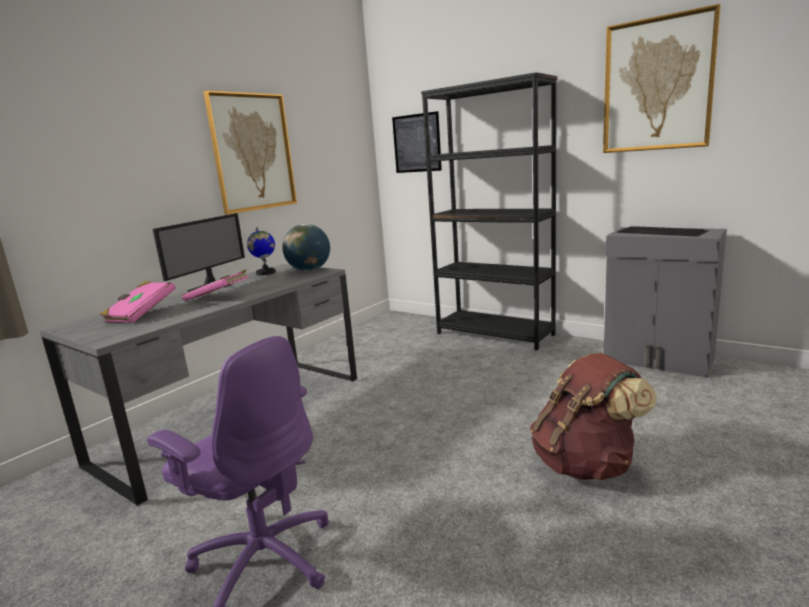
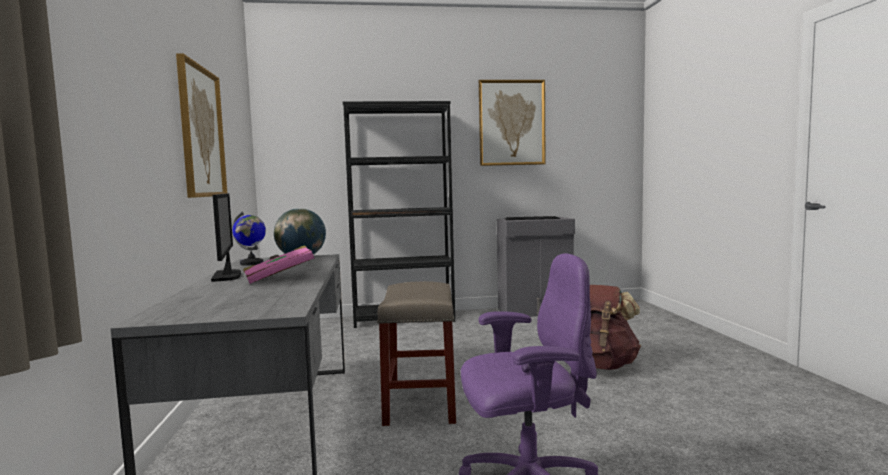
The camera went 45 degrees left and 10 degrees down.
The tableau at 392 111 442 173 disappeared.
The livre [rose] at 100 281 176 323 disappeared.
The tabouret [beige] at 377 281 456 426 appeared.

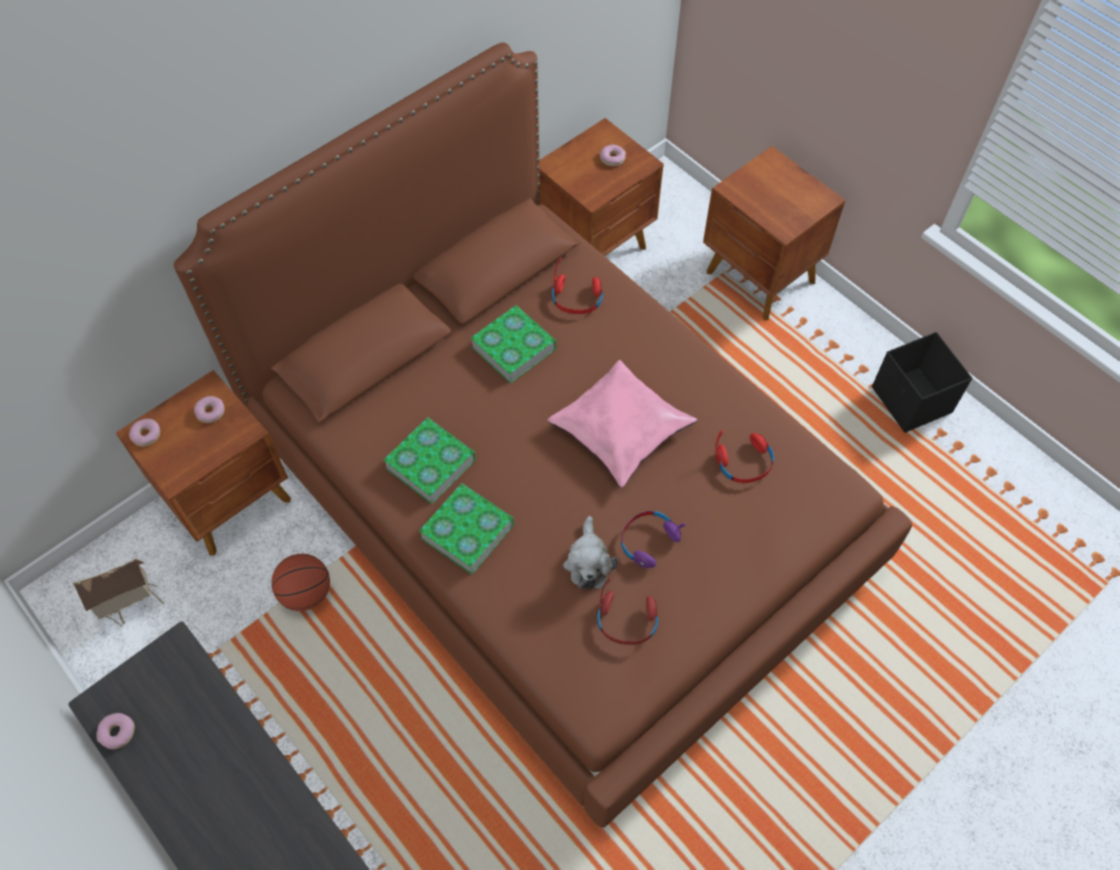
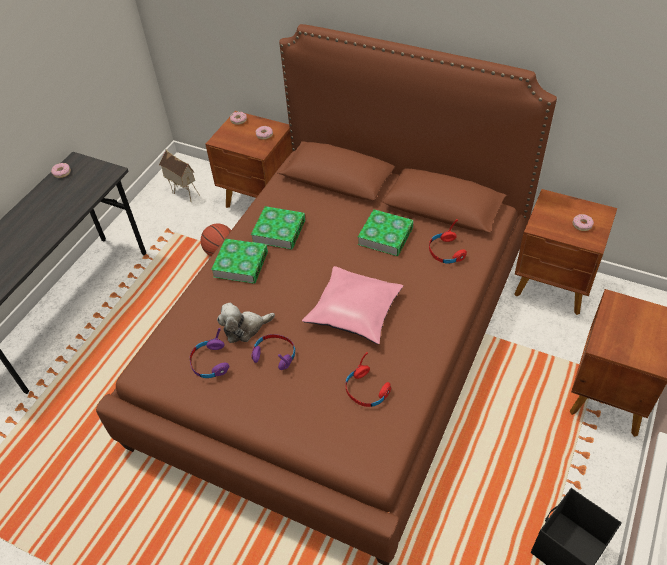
The camera went 70 degrees right and 10 degrees down.
The casque audio [rouge] at 597 578 658 645 became the casque audio [violet] at 190 328 229 378.

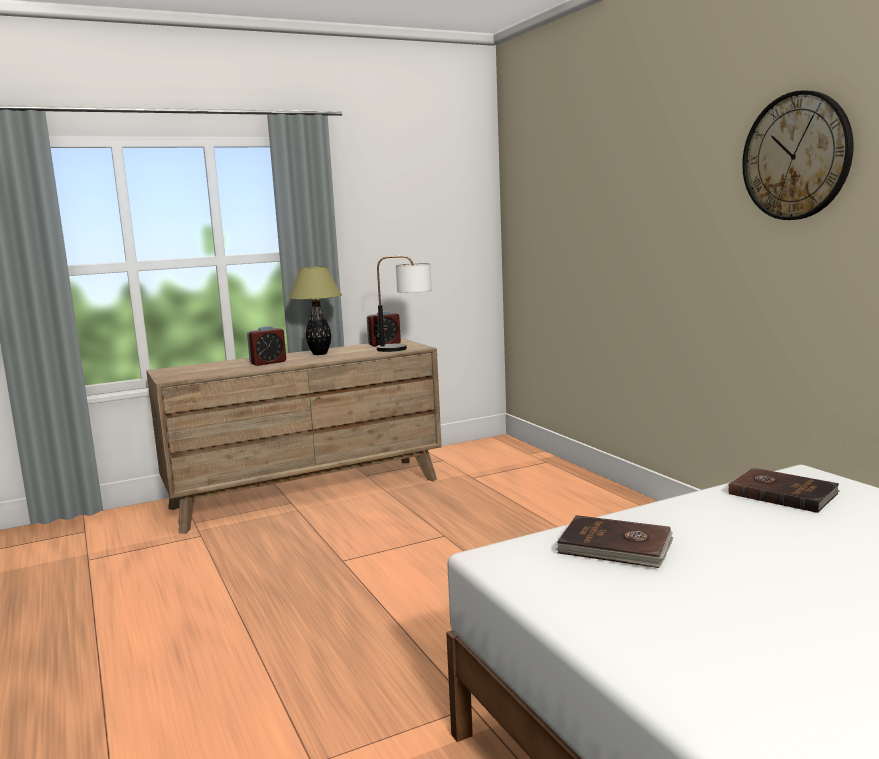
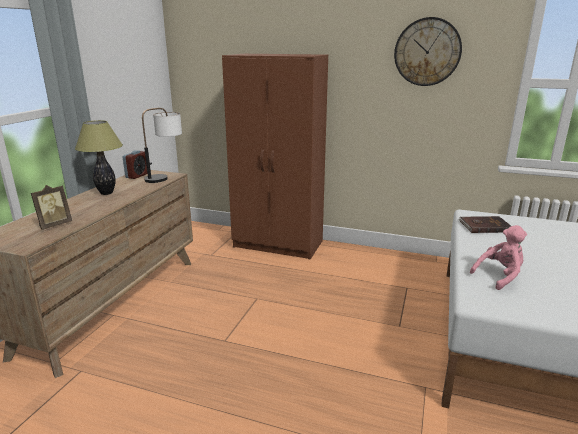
The camera went 45 degrees left and 10 degrees up.
The réveil at 247 326 286 366 disappeared.
The livre [marron] at 556 515 673 568 was replaced by the peluche [rose] at 470 225 527 290.
The armoire [marron] at 222 54 328 260 appeared.
The cadre photo at 31 185 72 230 appeared.

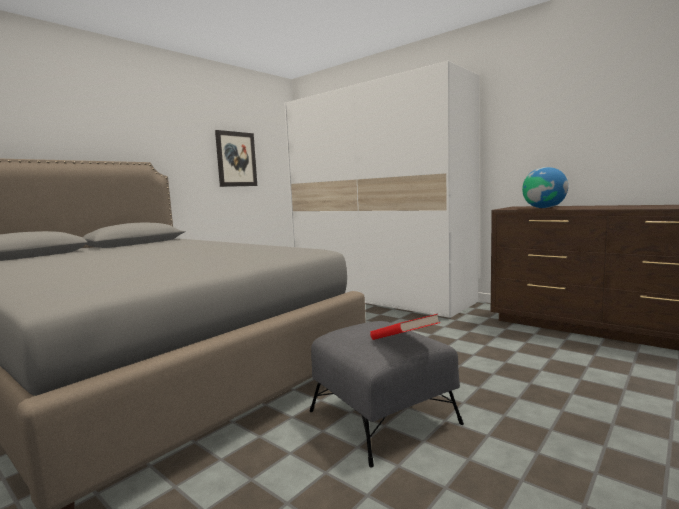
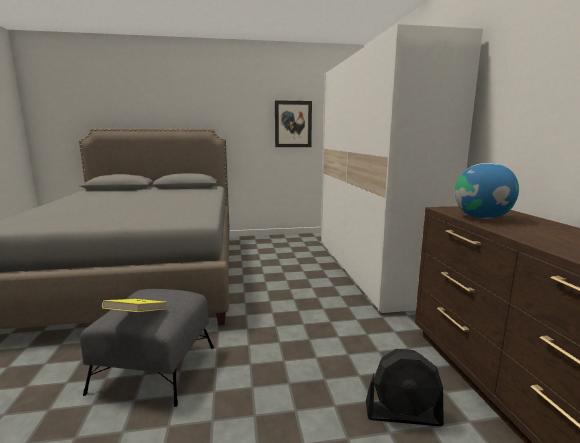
The camera went 40 degrees right and 5 degrees up.
The livre [rouge] at 370 314 440 340 became the livre [jaune] at 102 299 166 312.
The ventilateur [noir] at 366 349 444 426 appeared.

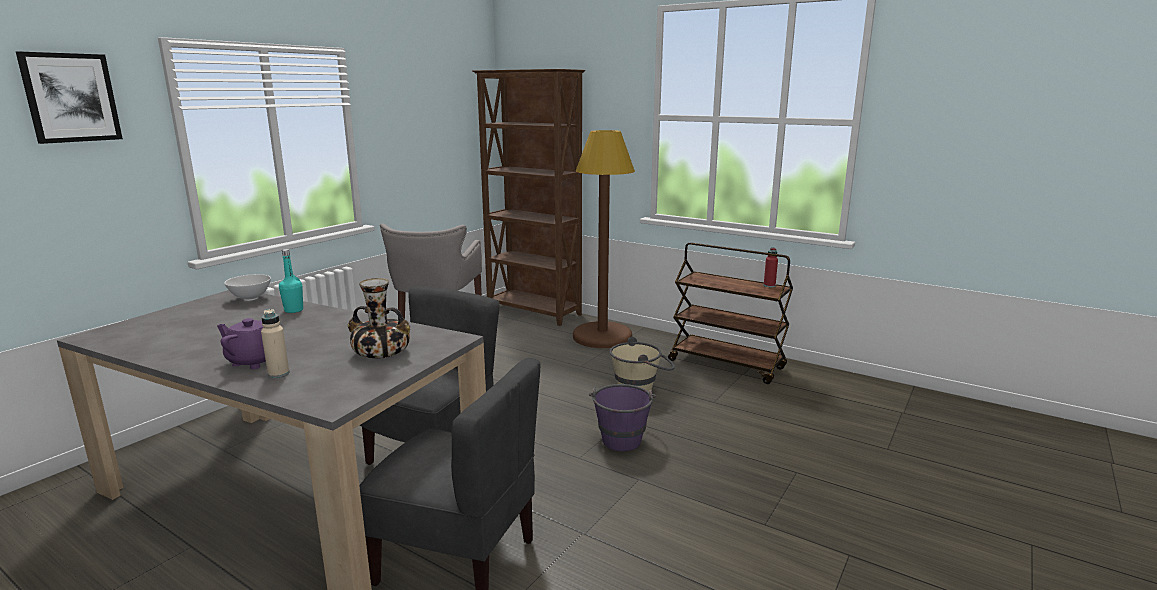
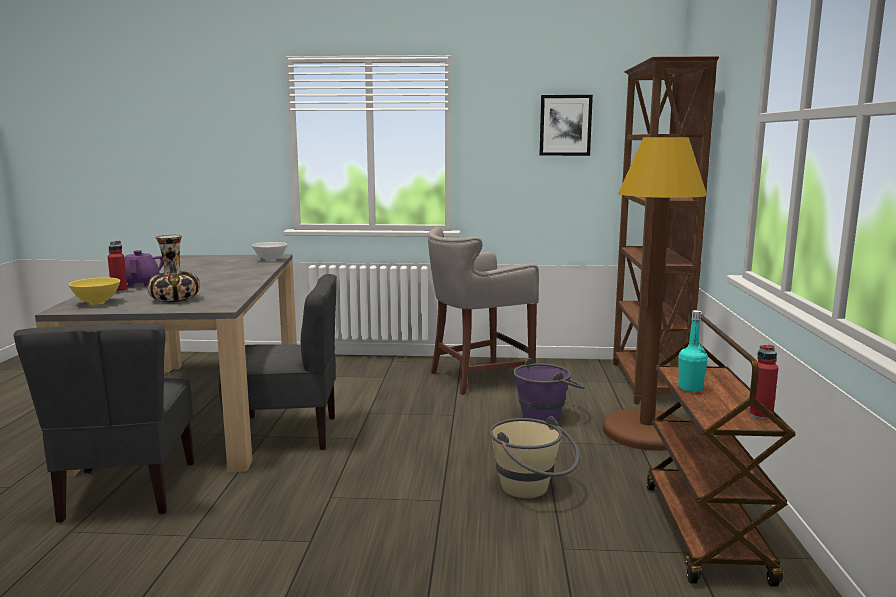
The camera went 60 degrees right and 5 degrees down.
The tableau moved from 16 51 123 144 to 539 95 593 156.
The bouteille [turquoise] moved from 279 249 303 313 to 678 310 708 392.
The bouteille [beige] at 261 309 289 378 became the bouteille [rouge] at 108 241 128 293.
The seau [violet] moved from 589 384 656 451 to 513 358 585 421.
The bol [jaune] at 68 278 120 305 appeared.

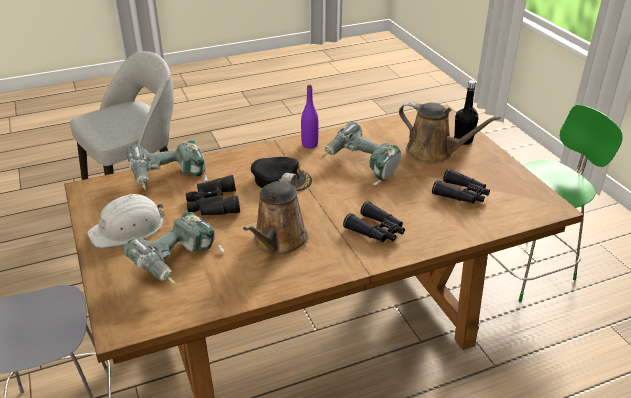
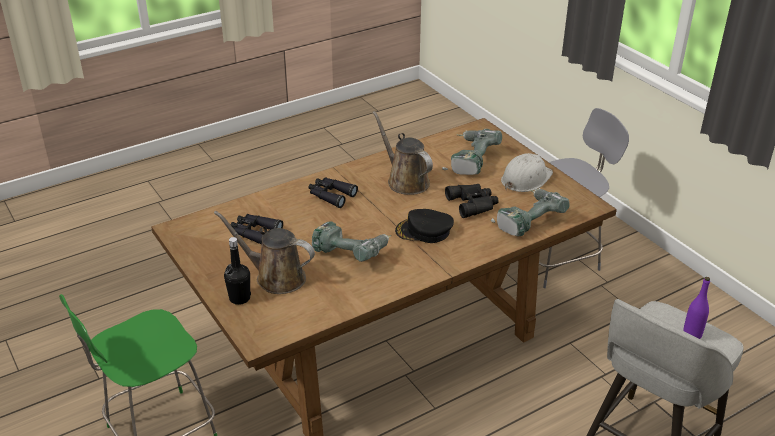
The camera went 170 degrees right and 0 degrees up.
The bouteille [violet] moved from 301 85 319 149 to 683 277 710 339.
The arrosoir [marron] at 243 173 308 255 turned 45 degrees counterclockwise.

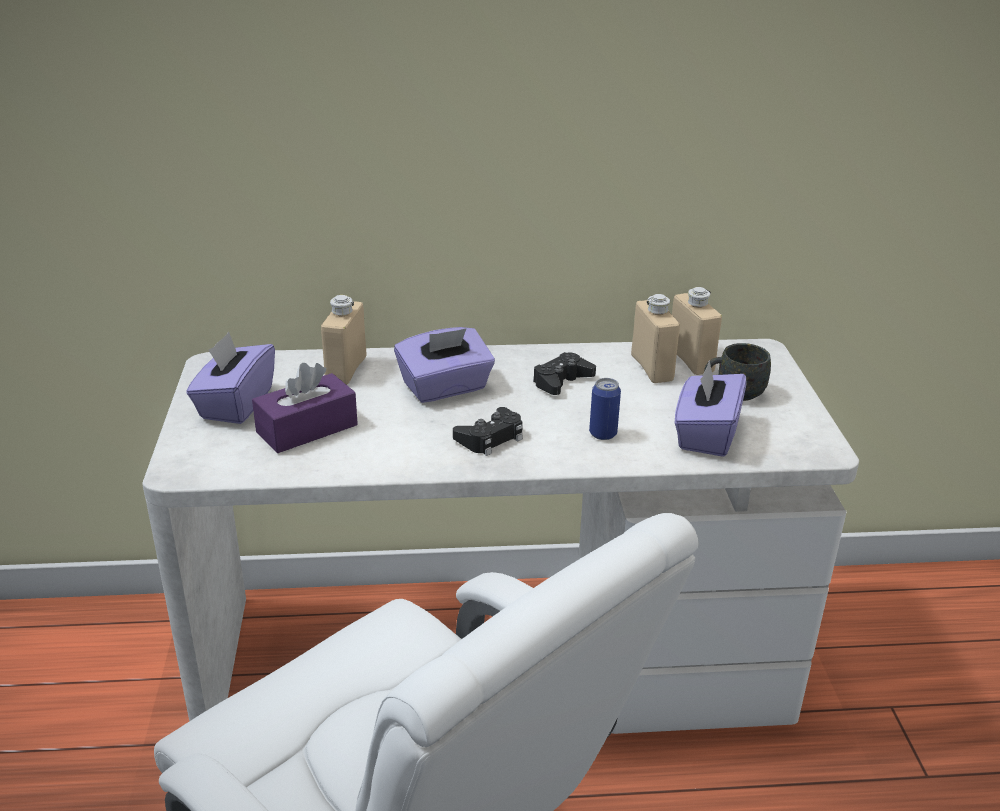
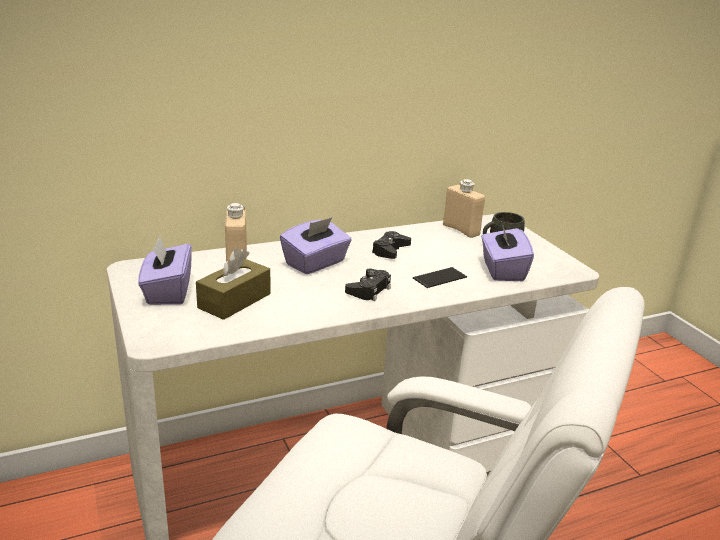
The camera went 20 degrees left and 5 degrees down.
The bouteille [beige] at 631 294 680 383 disappeared.
The boîte à mouchoirs [violet] at 252 363 358 453 became the boîte à mouchoirs [marron] at 196 248 270 320.
The boîte métallique at 589 378 621 440 was replaced by the téléphone at 413 267 467 288.

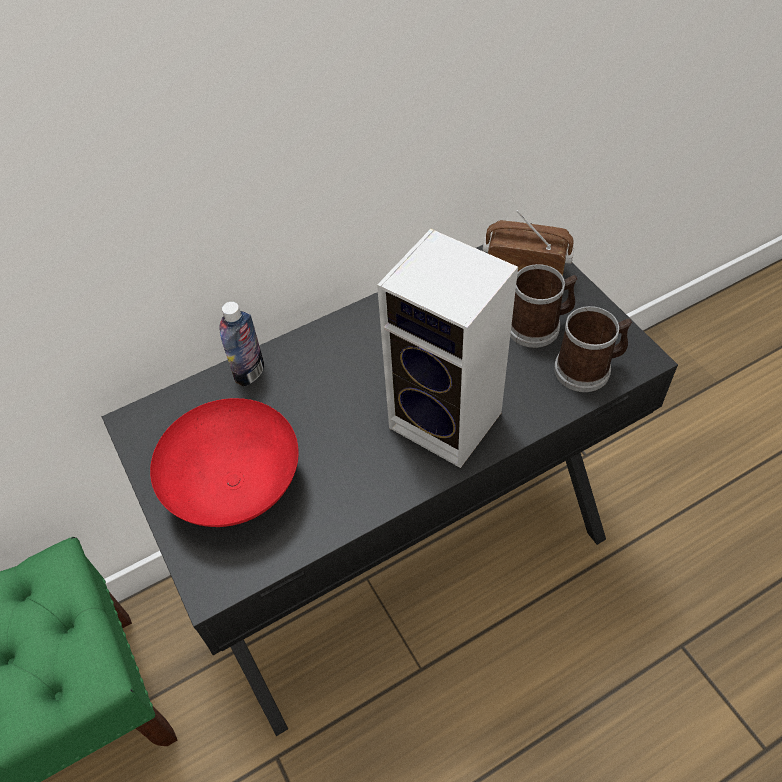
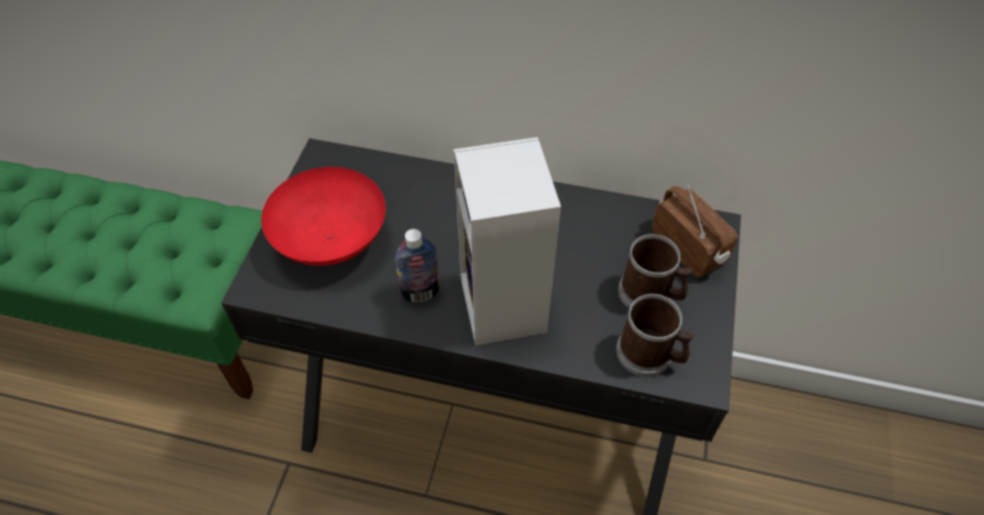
The camera went 40 degrees right and 0 degrees up.
The bouteille moved from 219 302 264 386 to 395 229 440 302.

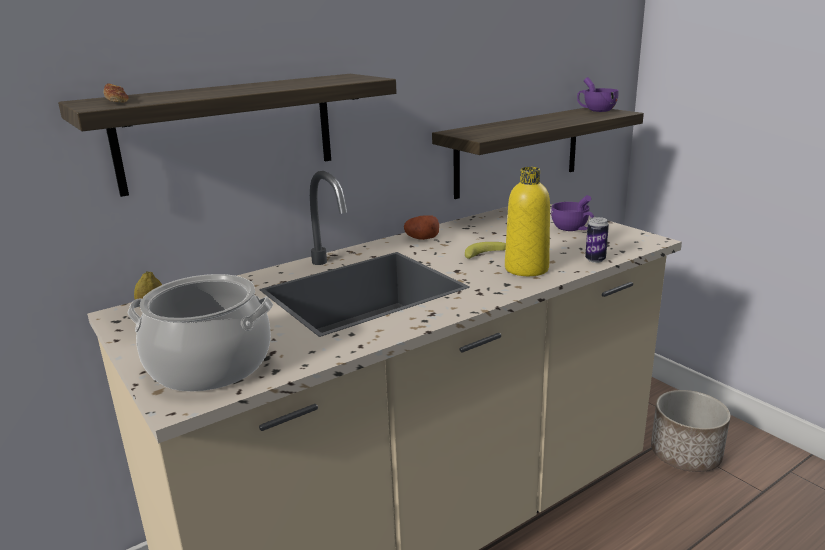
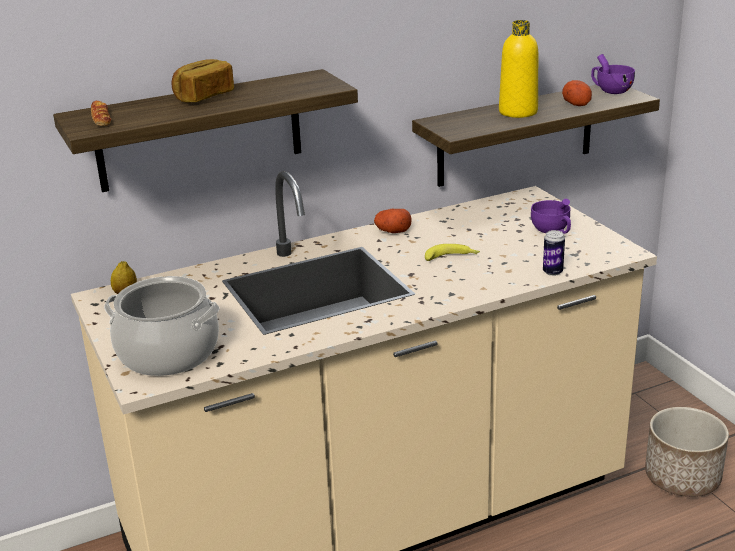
The camera went 10 degrees right and 5 degrees up.
The bouteille [jaune] moved from 505 167 550 276 to 499 20 538 118.
The pain at 171 59 234 102 appeared.
The pomme de terre at 562 80 592 106 appeared.

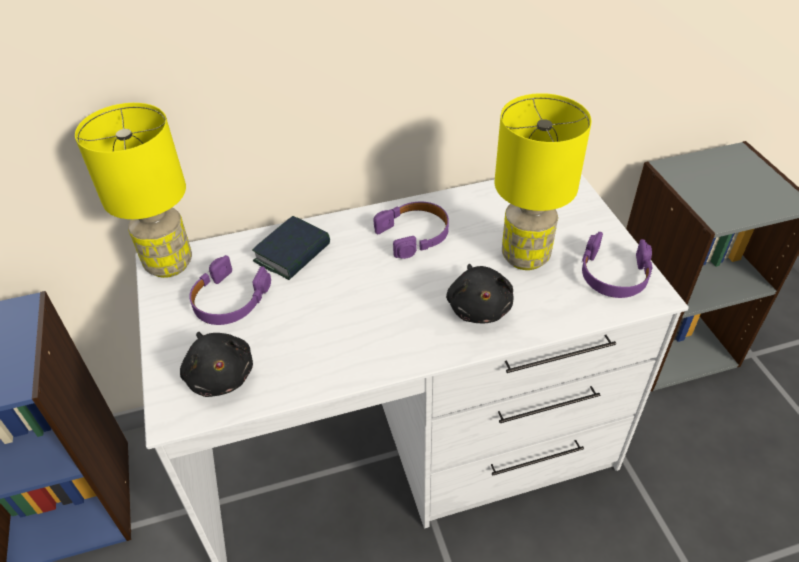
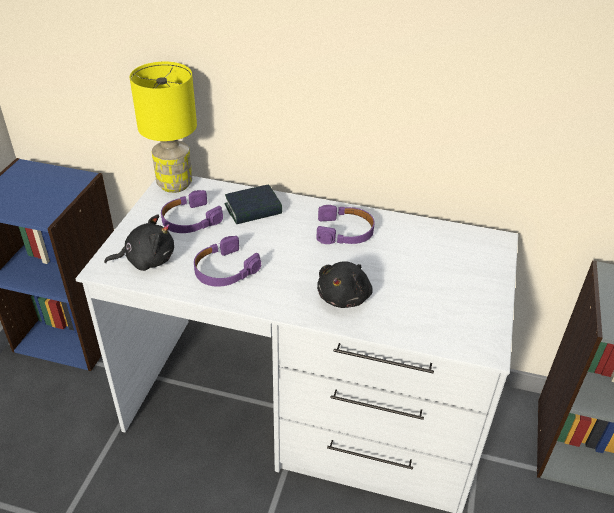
The camera went 30 degrees right and 5 degrees down.
The lampe de table [jaune] at 495 93 592 270 disappeared.
The casque audio [violet] moved from 581 232 653 298 to 194 236 261 287.
The peluche [noir] at 180 332 253 397 turned 105 degrees counterclockwise.

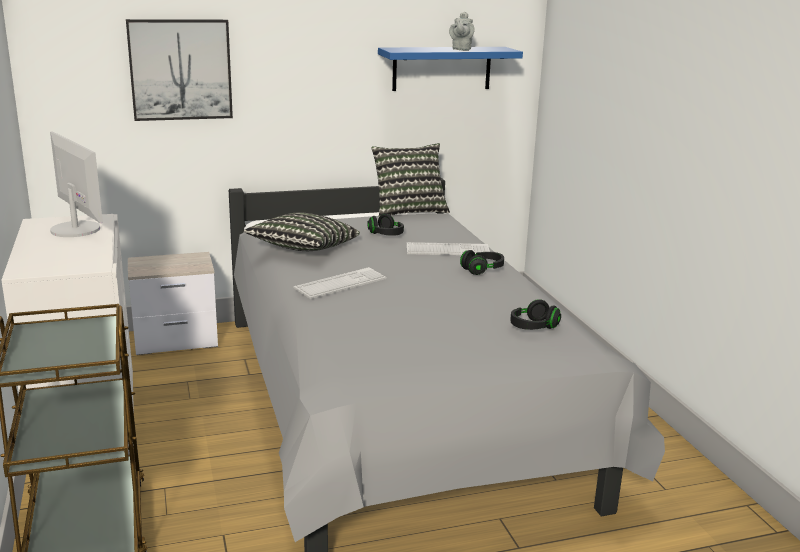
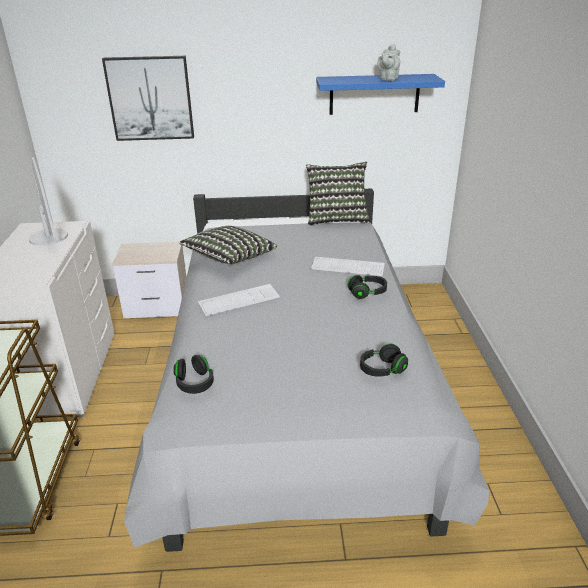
The camera went 15 degrees right and 10 degrees up.
The casque audio [noir] moved from 367 214 404 236 to 173 355 214 394.

